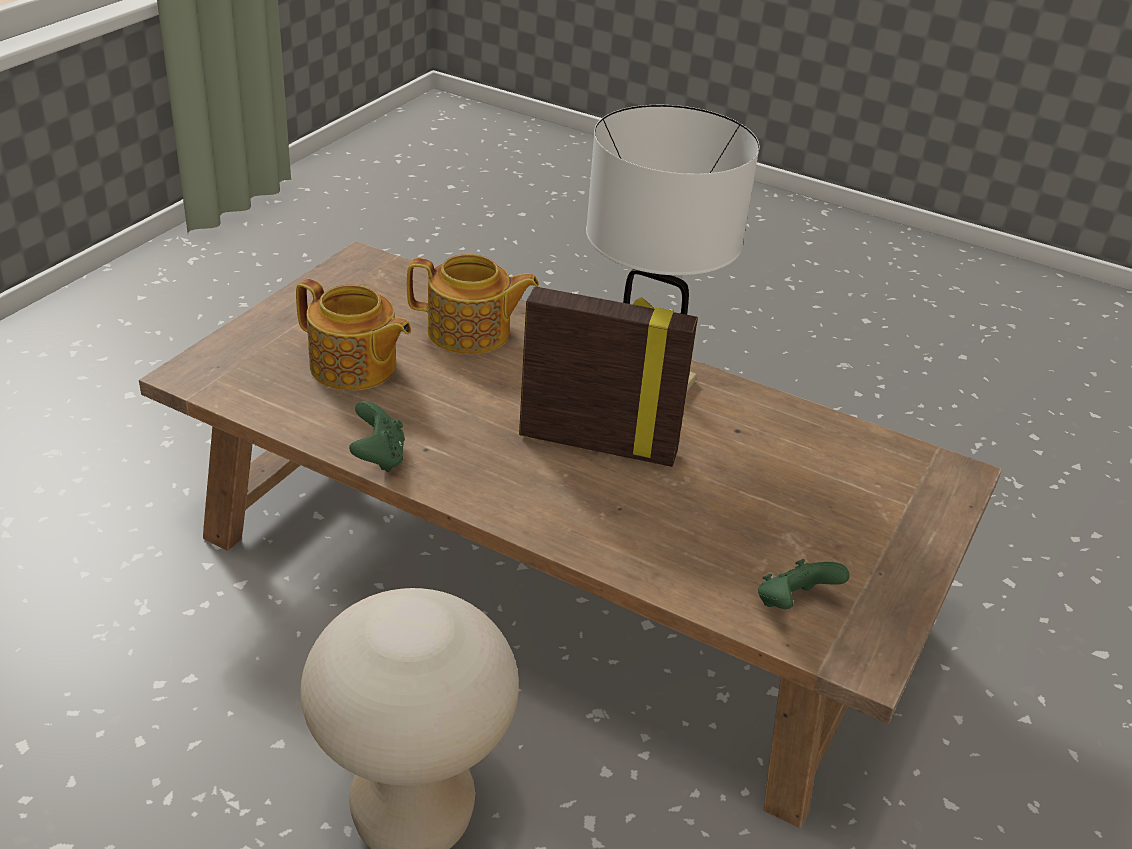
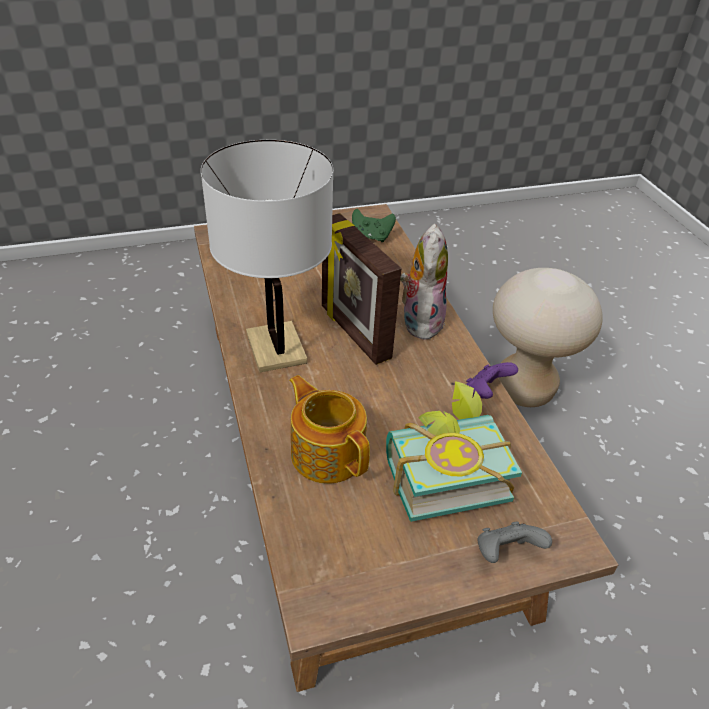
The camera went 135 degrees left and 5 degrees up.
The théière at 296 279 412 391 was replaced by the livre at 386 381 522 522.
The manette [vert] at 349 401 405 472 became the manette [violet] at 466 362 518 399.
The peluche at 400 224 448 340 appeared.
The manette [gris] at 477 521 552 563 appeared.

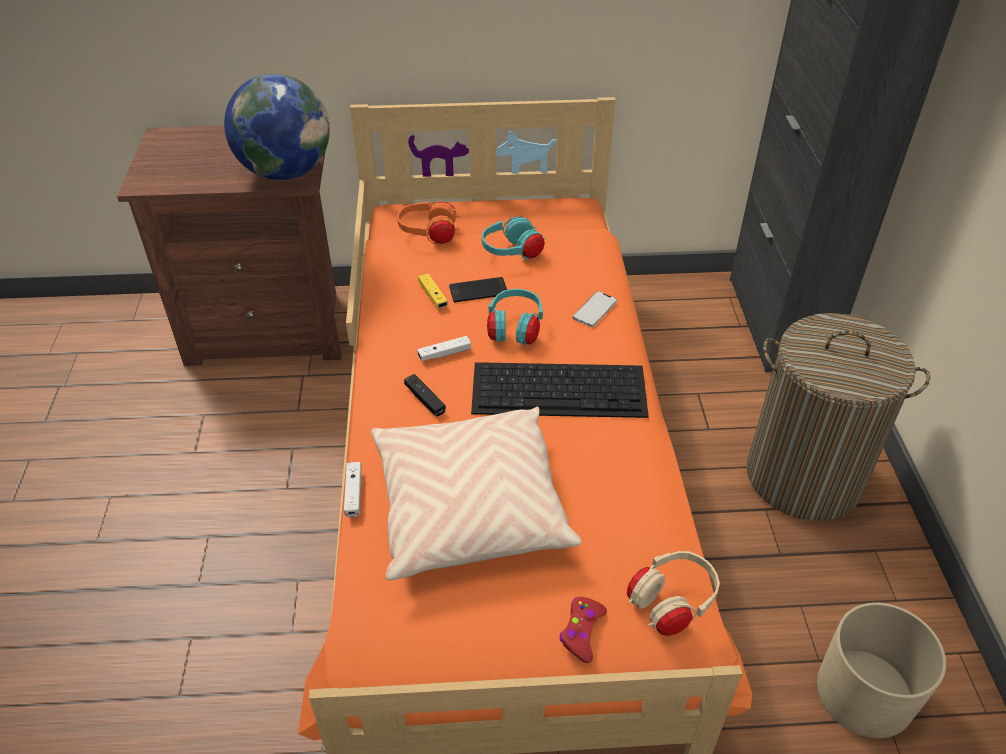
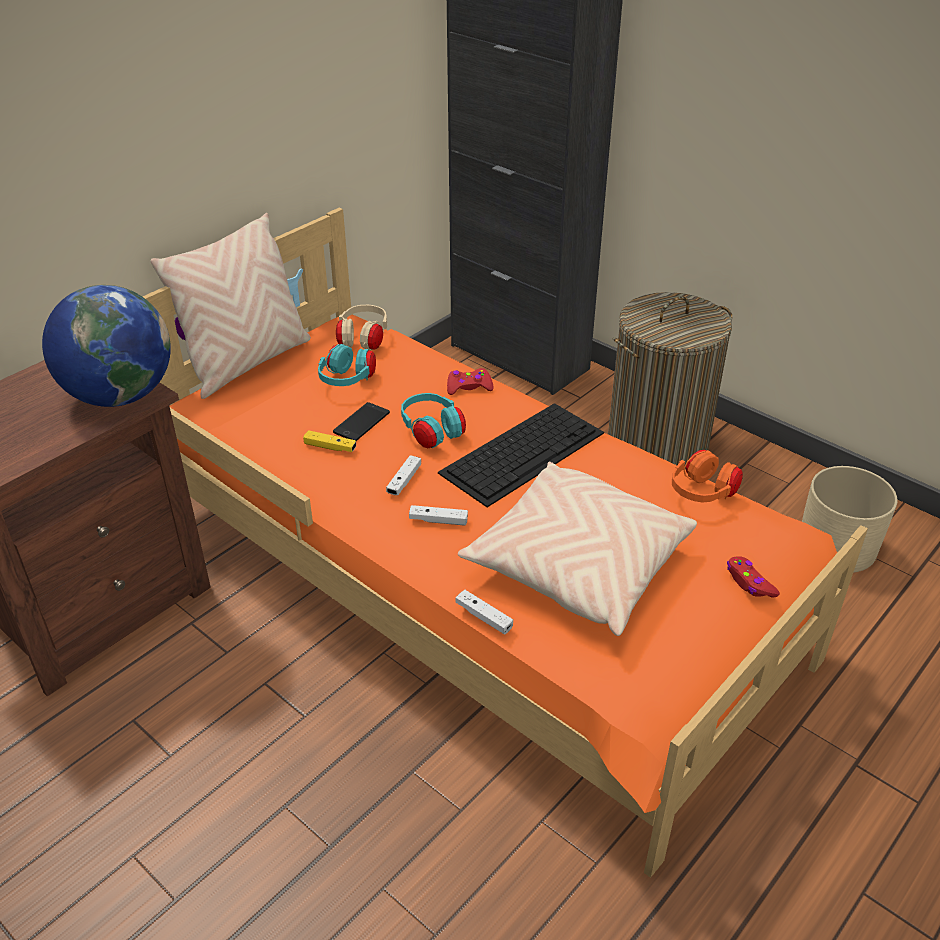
The camera went 45 degrees left and 5 degrees down.
The casque audio [orange] moved from 397 201 460 244 to 672 450 743 503.
The téléphone at 573 291 617 327 was replaced by the manette [rouge] at 447 368 494 395.
The manette [noir] at 404 374 446 417 became the manette [blanc] at 409 505 468 526.
The casque audio [beige] moved from 627 551 720 636 to 336 305 387 350.
The coussin [beige] at 150 213 311 399 appeared.

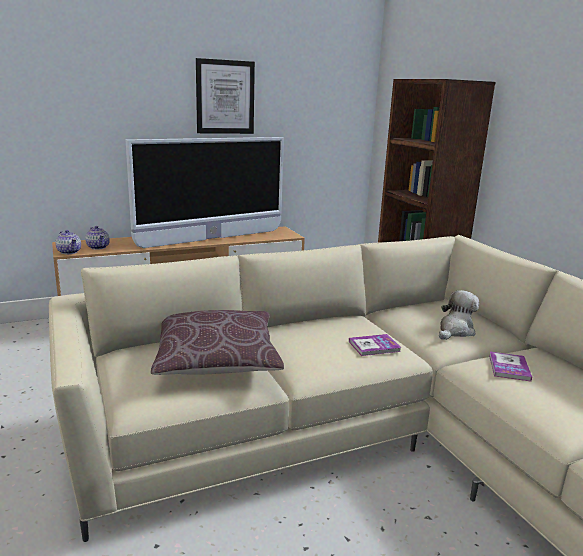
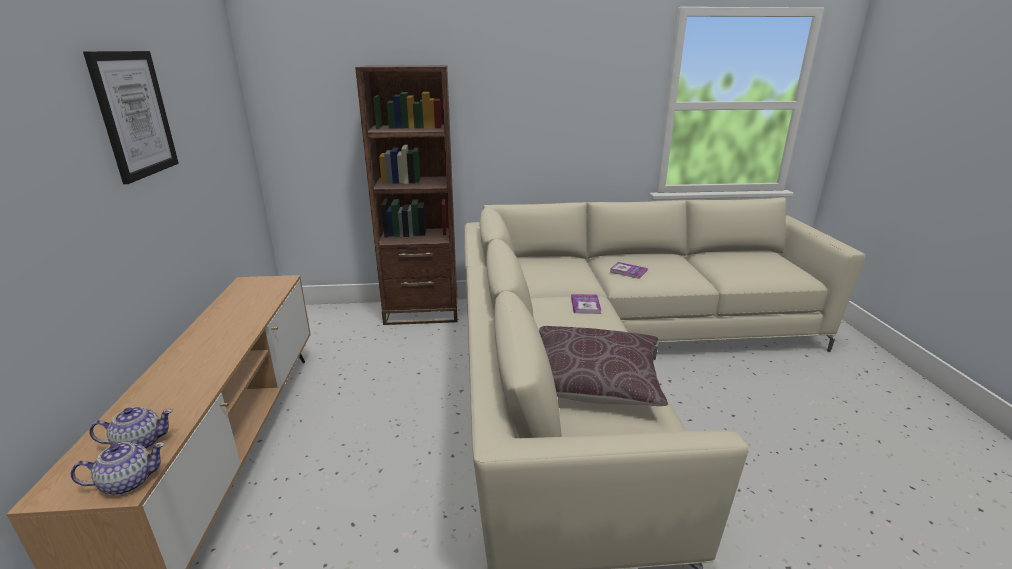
The camera went 70 degrees left and 5 degrees up.
The téléviseur at 126 137 284 248 disappeared.
The peluche at 439 290 479 340 disappeared.

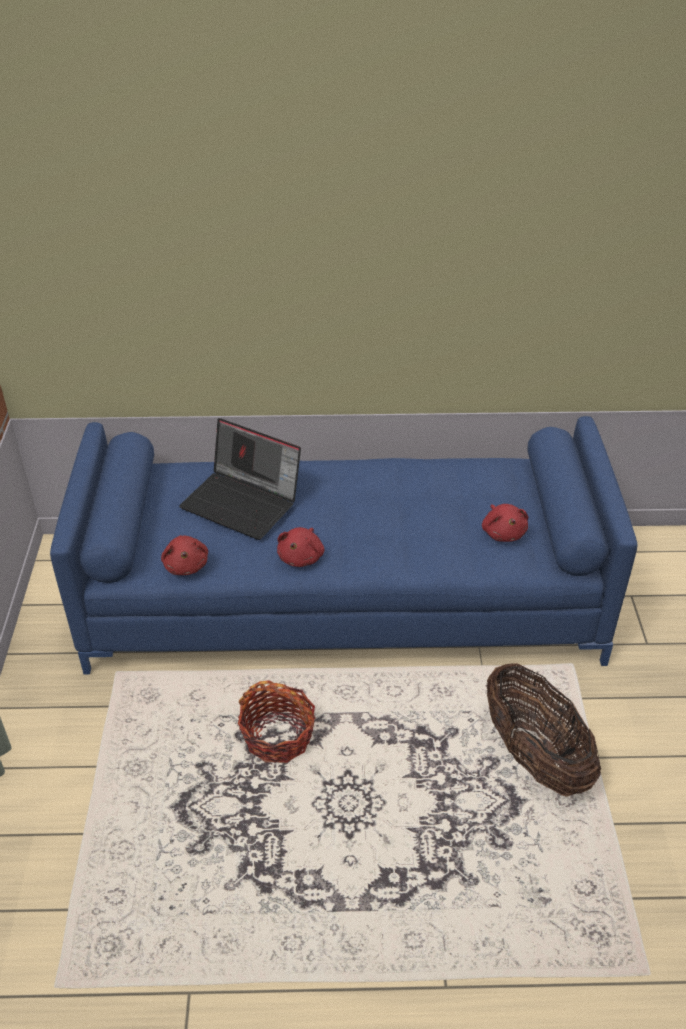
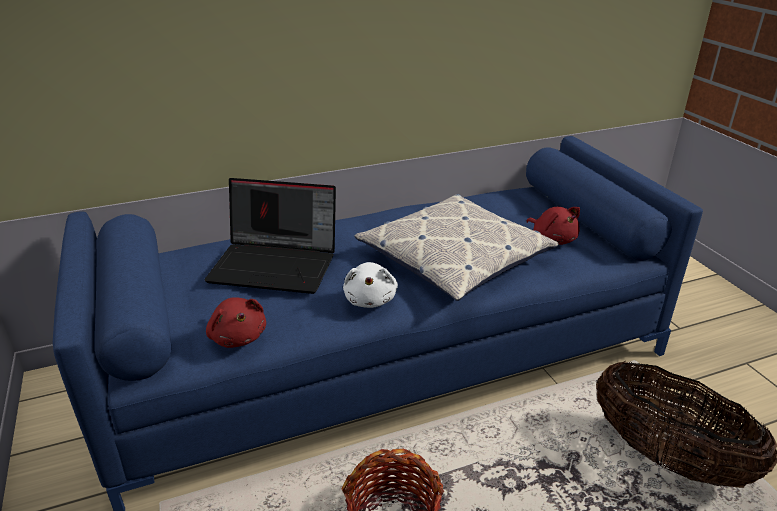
The camera went 20 degrees left and 10 degrees down.
The peluche [rouge] at 277 527 324 567 became the peluche [blanc] at 343 262 398 308.
The coussin at 354 194 559 301 appeared.

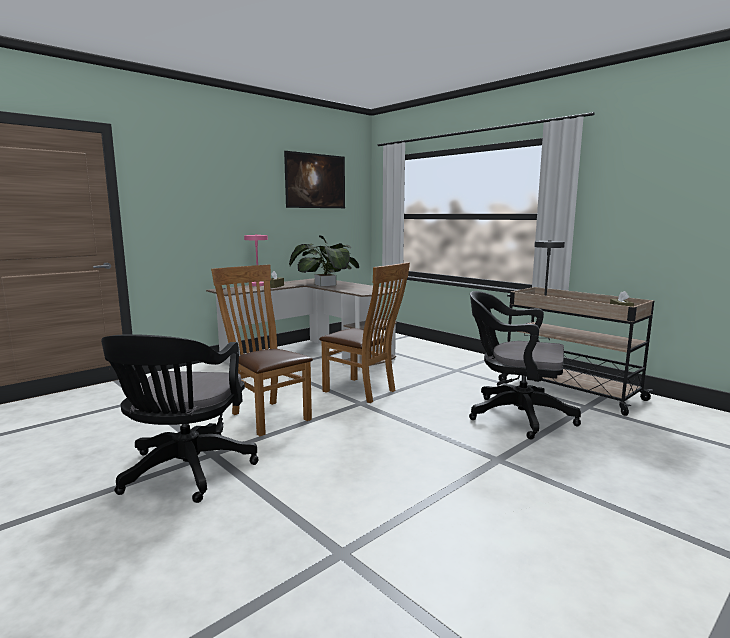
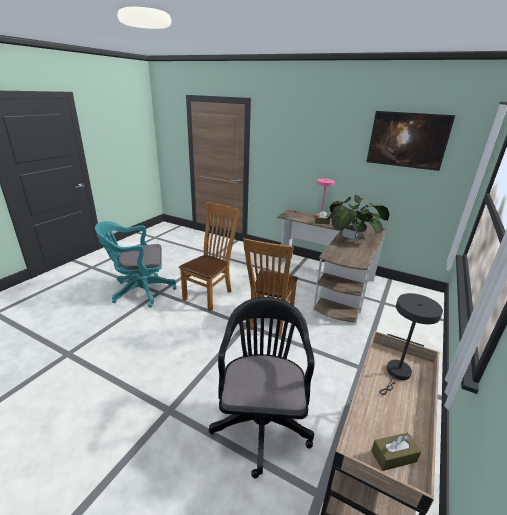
The camera went 70 degrees right and 15 degrees up.
The chaise de bureau [noir] at 101 334 258 503 became the chaise de bureau [turquoise] at 95 221 177 308.

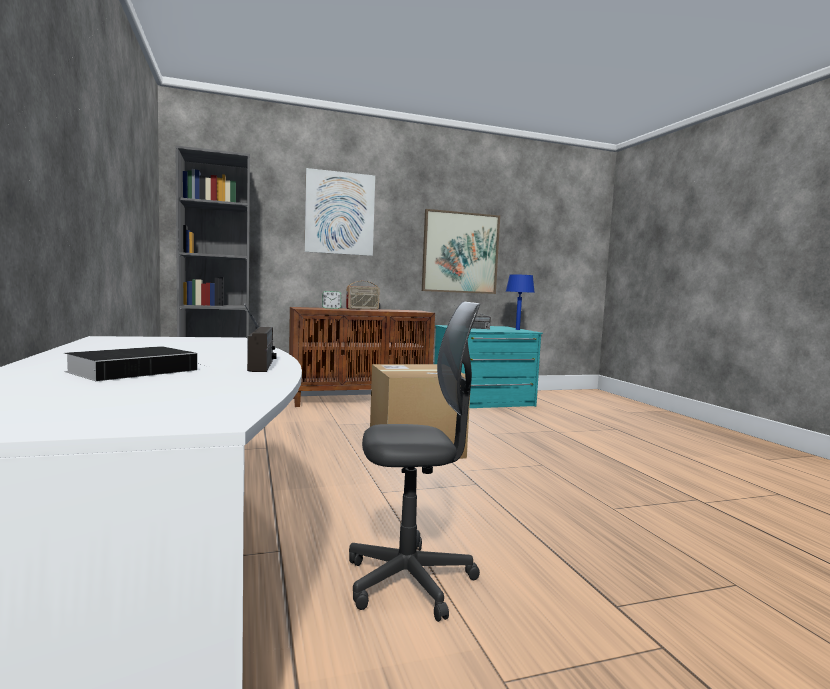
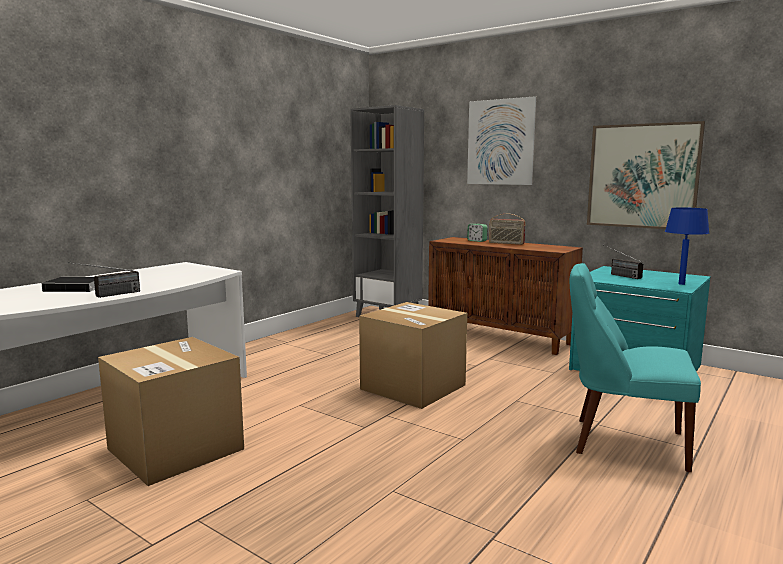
The camera went 55 degrees right and 5 degrees up.
The chaise de bureau [gris] at 349 302 480 622 was replaced by the carton at 98 337 244 486.
The chaise [turquoise] at 570 263 701 472 appeared.

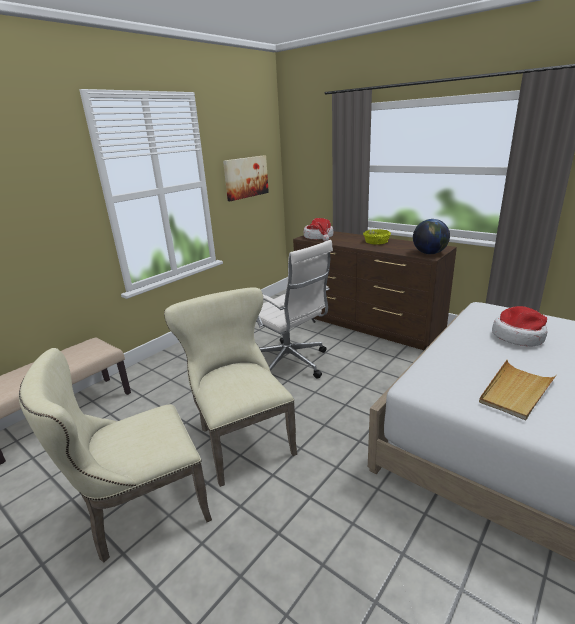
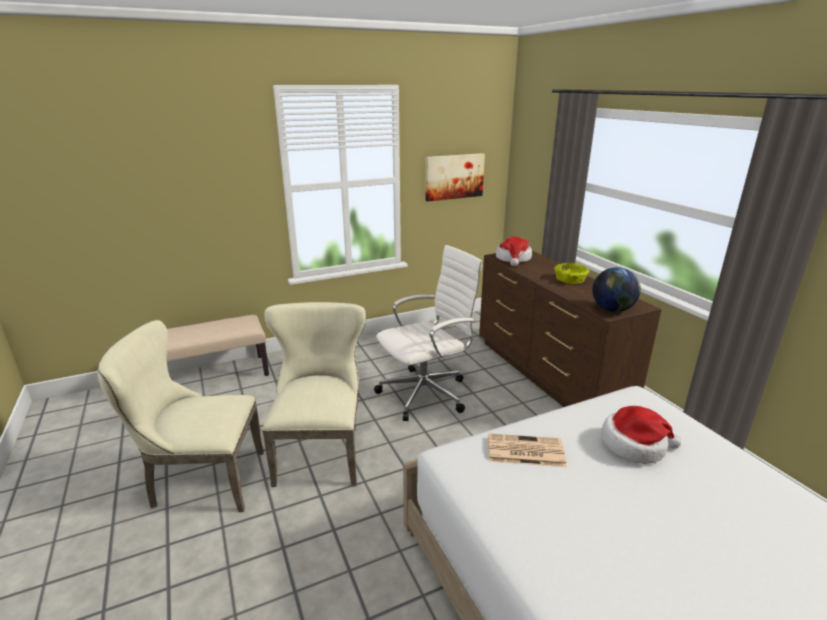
The camera went 25 degrees right and 0 degrees up.
The chaise de bureau [blanc] at 256 240 333 378 turned 105 degrees counterclockwise.
The plateau [beige] at 479 360 557 421 disappeared.
The journal at 488 433 566 467 appeared.

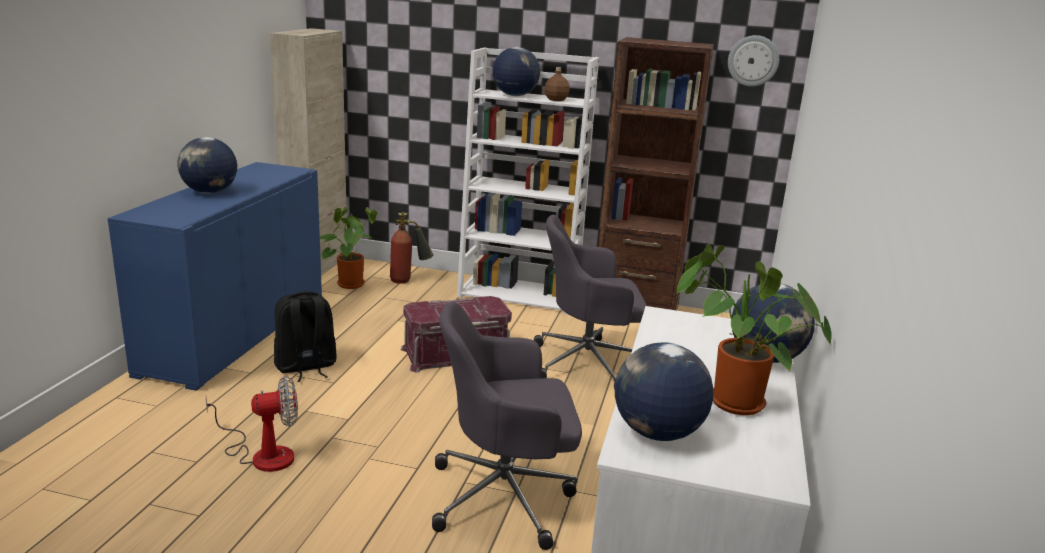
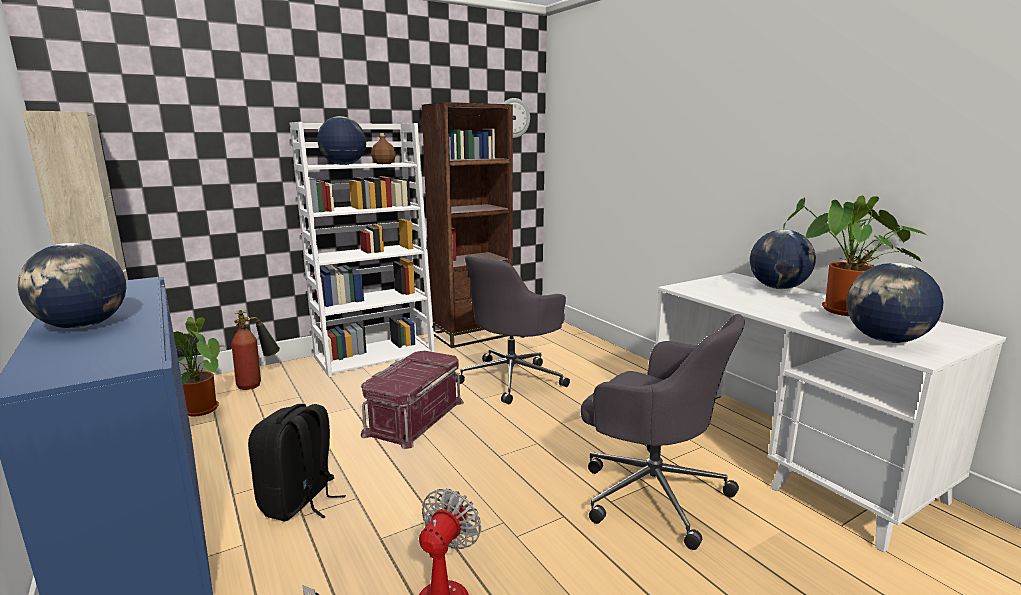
The camera went 45 degrees left and 5 degrees down.
The chaise de bureau [gris] at 432 302 582 550 turned 90 degrees counterclockwise.

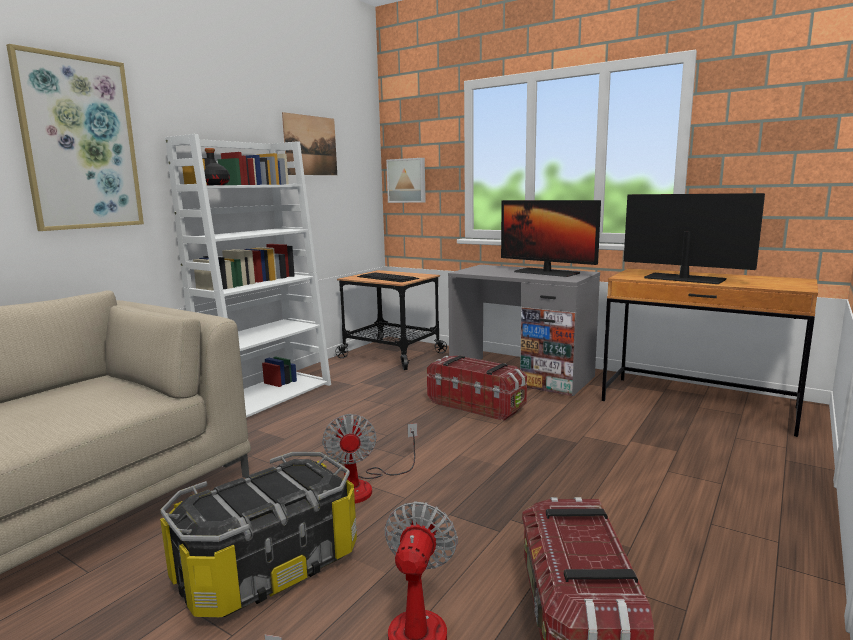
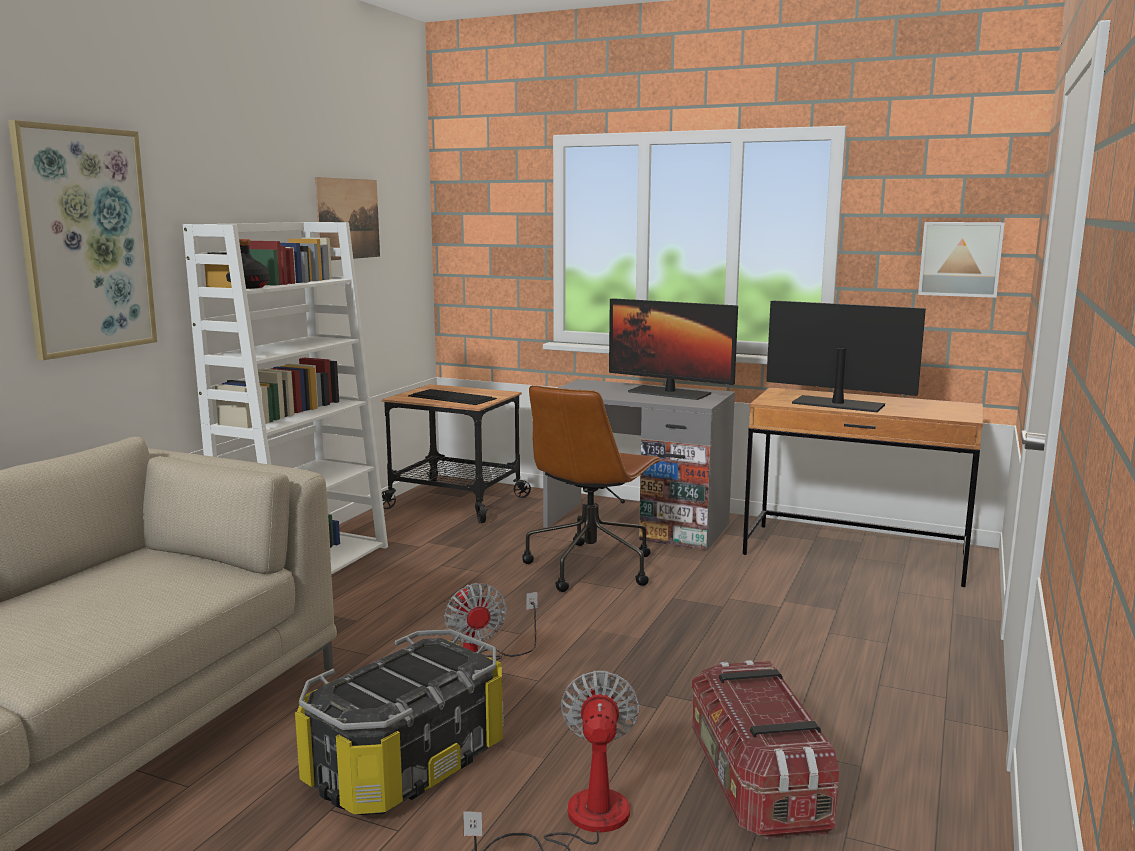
The camera went 10 degrees left and 0 degrees up.
The tableau moved from 386 158 426 203 to 918 222 1005 298.
The boîte de rangement at 427 355 527 421 was replaced by the chaise de bureau [marron] at 522 385 662 592.

